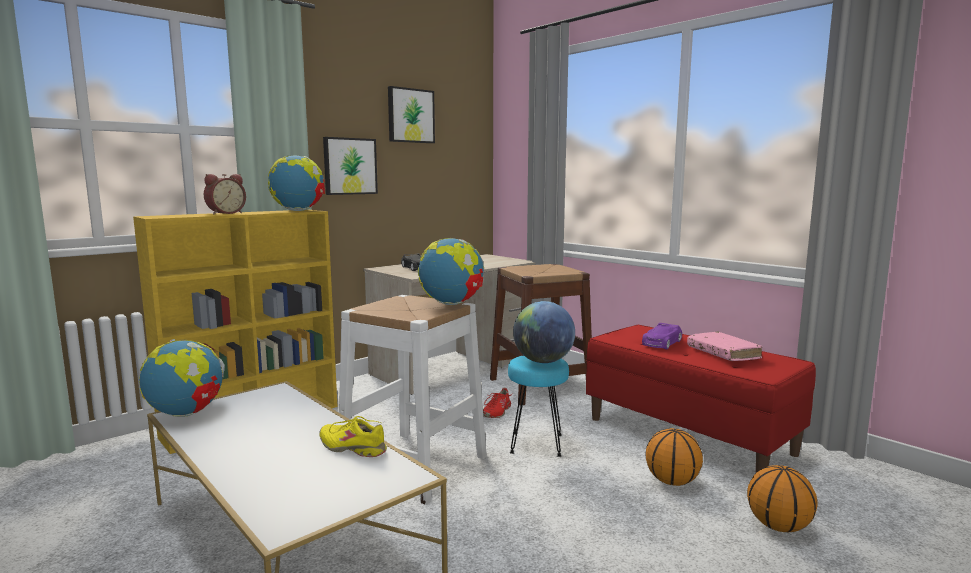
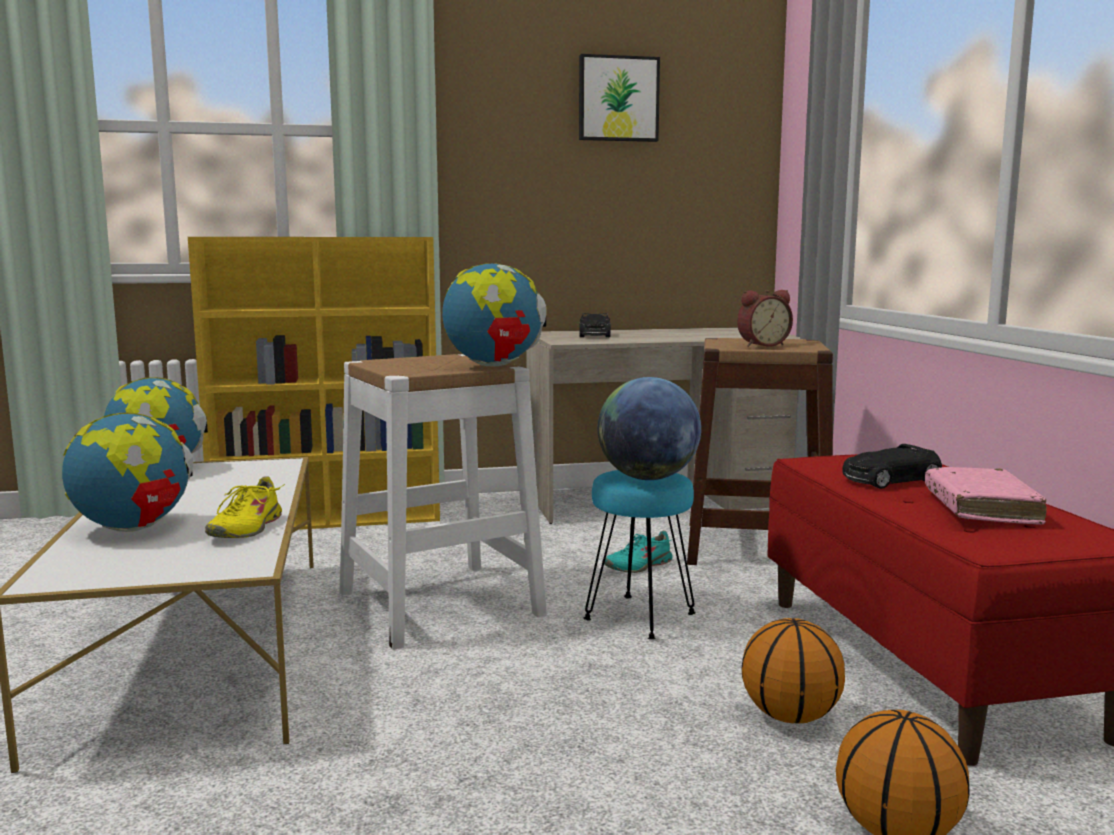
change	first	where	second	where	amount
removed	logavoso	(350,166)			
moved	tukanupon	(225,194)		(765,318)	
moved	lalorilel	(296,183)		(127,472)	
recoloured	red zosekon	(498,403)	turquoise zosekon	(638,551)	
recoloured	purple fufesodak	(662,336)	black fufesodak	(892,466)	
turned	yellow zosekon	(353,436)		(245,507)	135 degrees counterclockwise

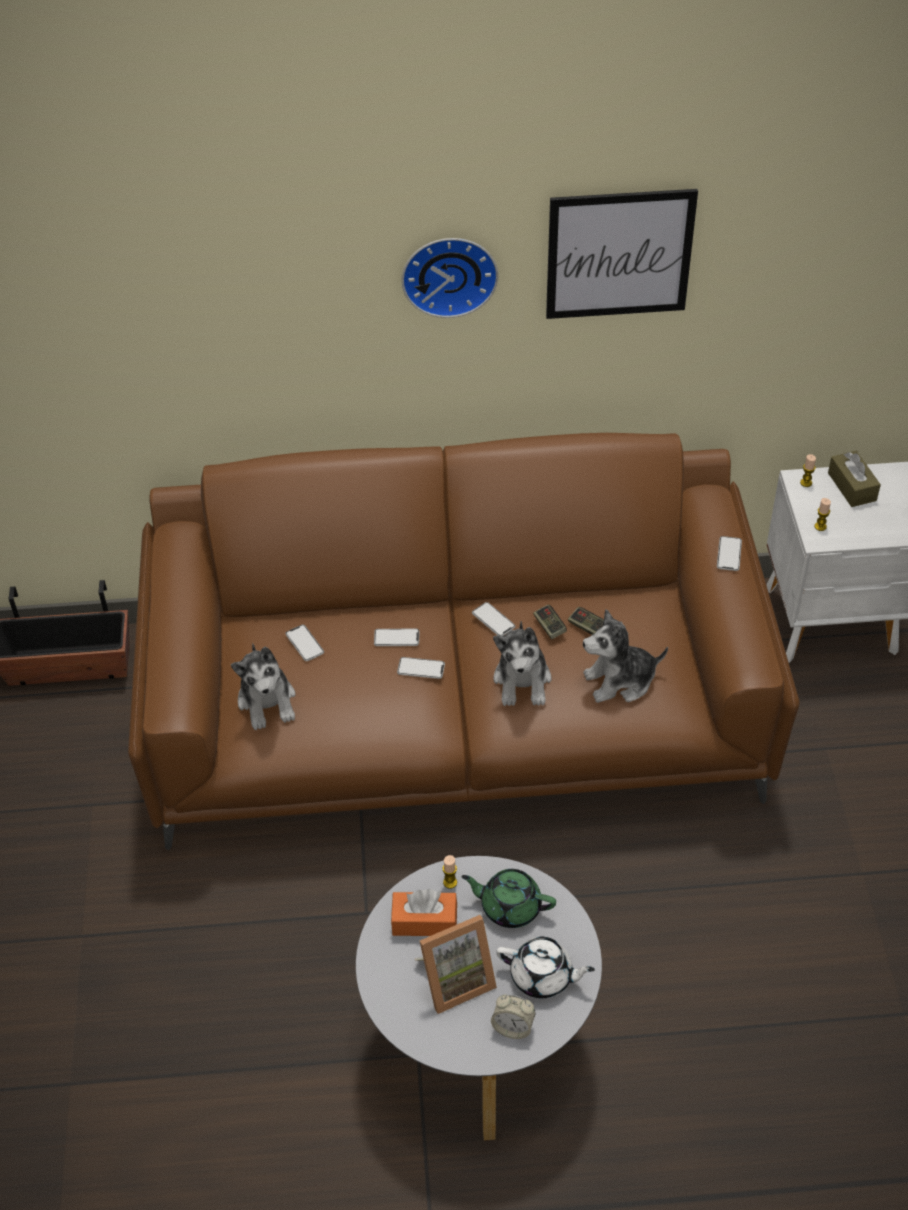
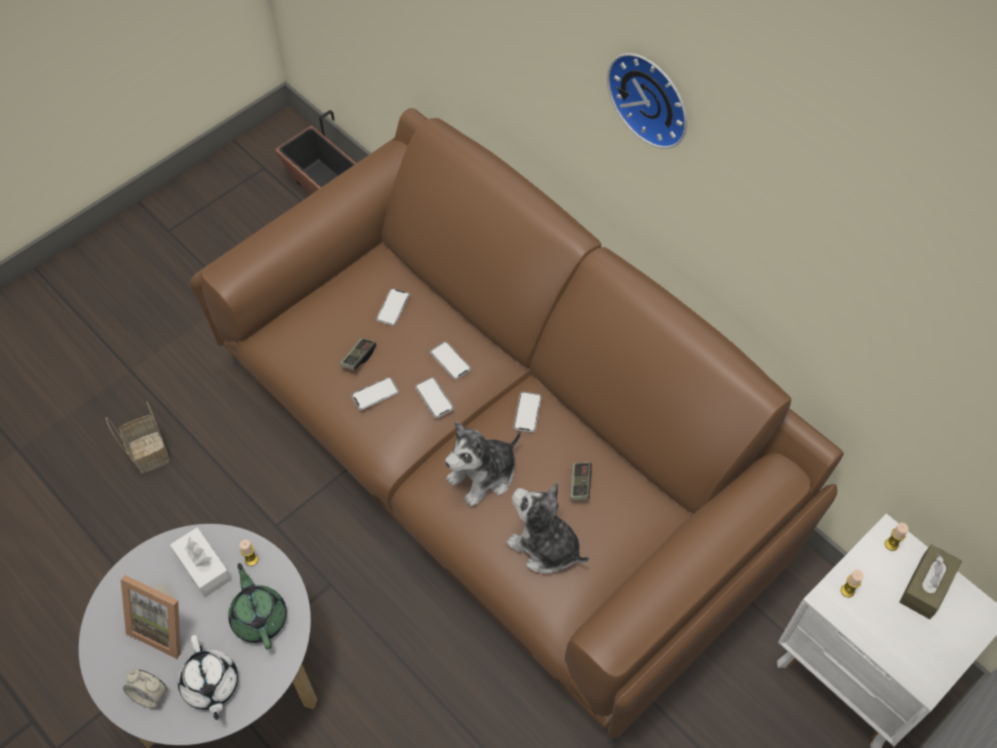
change	first	where	second	where	amount
removed	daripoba	(263,686)			
removed	logavoso	(622,254)			
added			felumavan	(138,437)	
moved	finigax	(550,622)		(358,354)	
moved	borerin	(729,553)		(375,393)	
recoloured	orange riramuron	(424,912)	white riramuron	(201,562)	
turned	tukanupon	(513,1017)		(145,689)	45 degrees counterclockwise

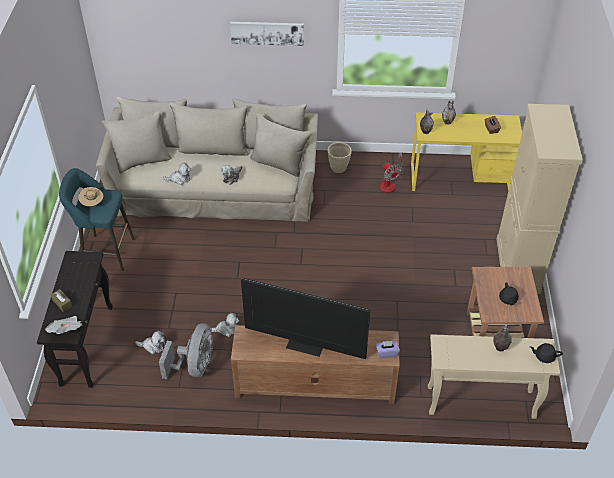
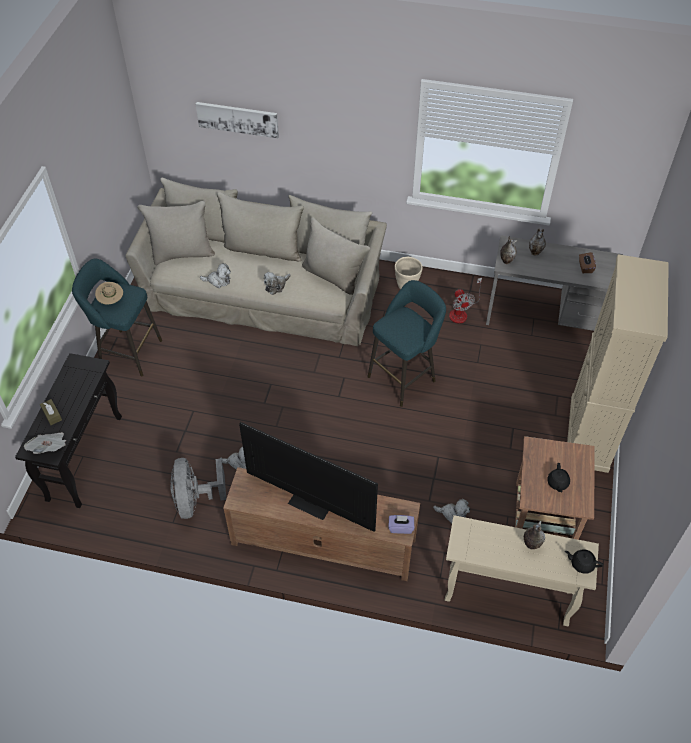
change	first	where	second	where	amount
added			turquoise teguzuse	(407,343)	
moved	daripoba	(150,343)		(451,511)	
moved	logavoso	(267,34)		(237,120)	
recoloured	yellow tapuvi	(466,152)	grey tapuvi	(554,283)	
turned	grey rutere	(186,351)		(198,488)	150 degrees clockwise

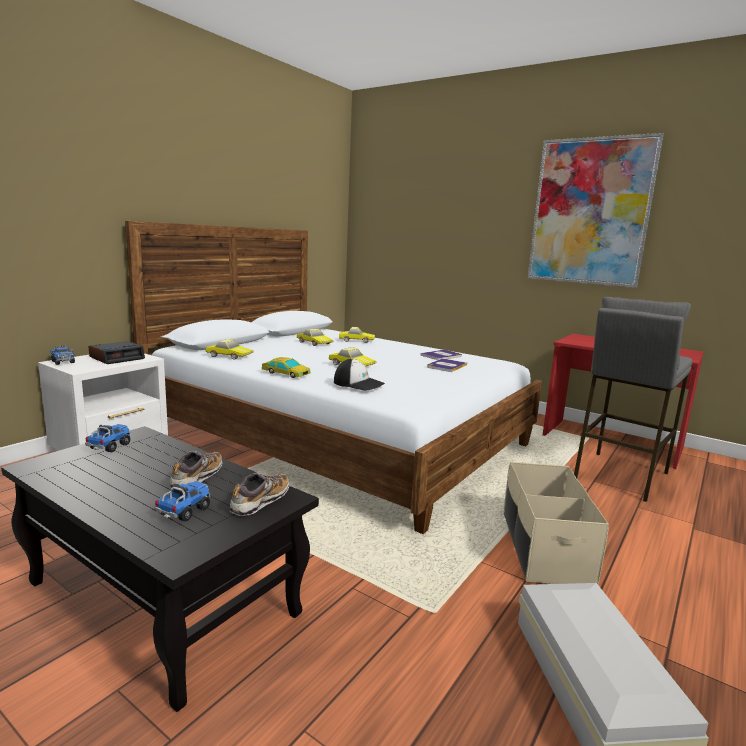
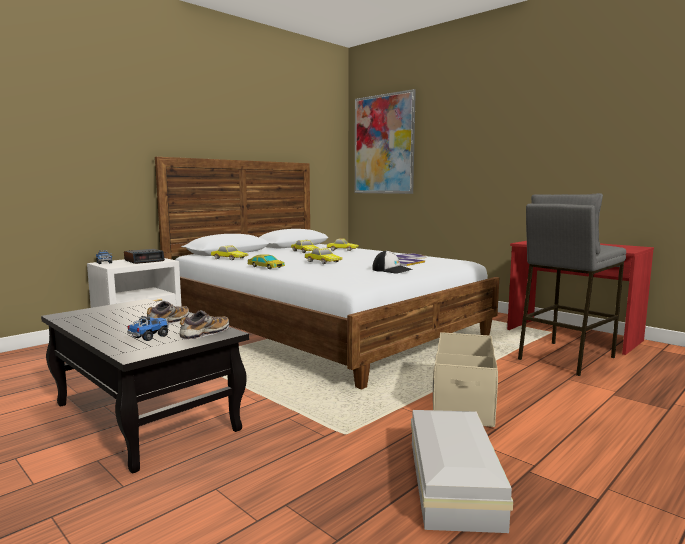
change	first	where	second	where	amount
removed	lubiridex	(108,438)			
moved	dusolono	(359,375)		(392,261)	
moved	logavoso	(595,210)		(385,141)	

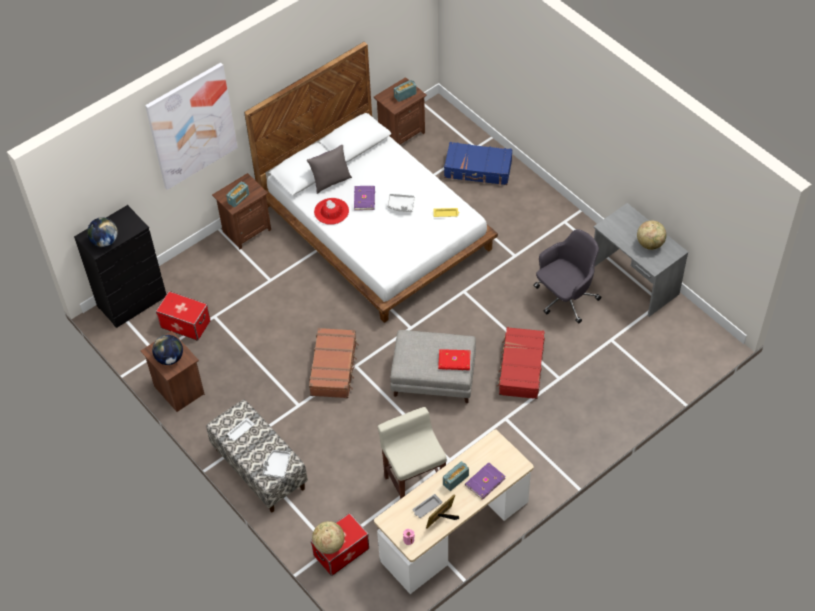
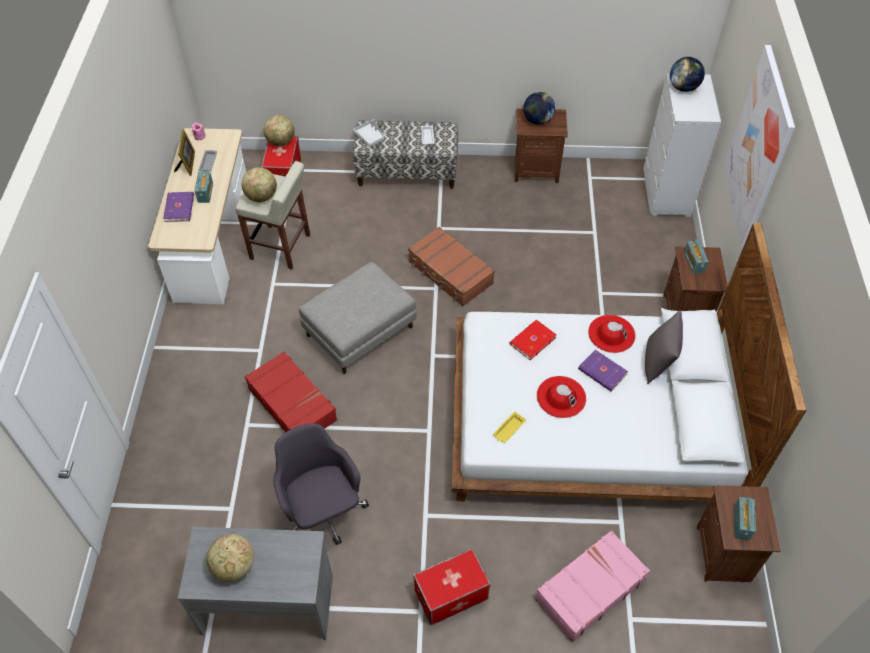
change	first	where	second	where	amount
added			lalorilel	(259,184)	
moved	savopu	(183,316)		(452,586)	
moved	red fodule	(454,359)		(532,340)	
replaced	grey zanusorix	(401,203)	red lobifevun	(561,397)	
recoloured	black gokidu	(120,266)	white gokidu	(682,145)	
recoloured	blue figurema	(478,163)	pink figurema	(592,586)	
turned	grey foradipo	(567,276)		(321,484)	150 degrees clockwise

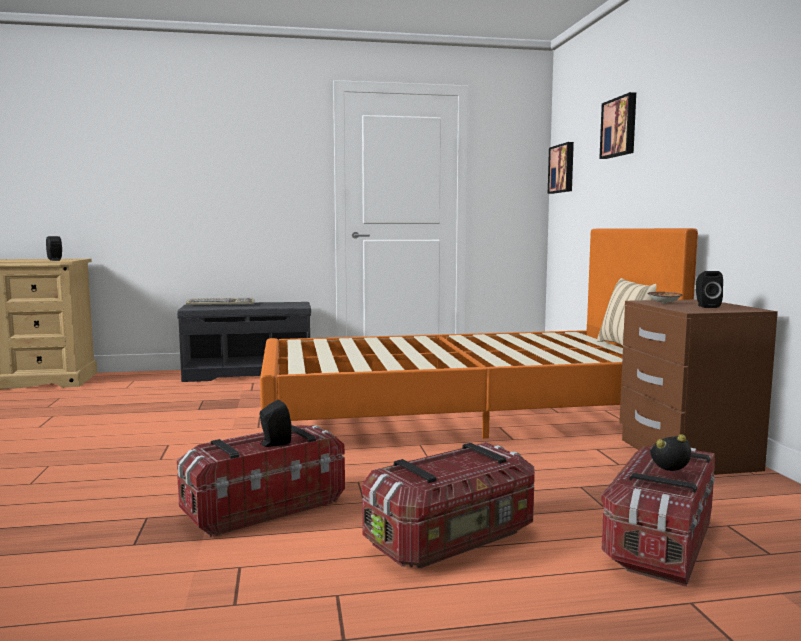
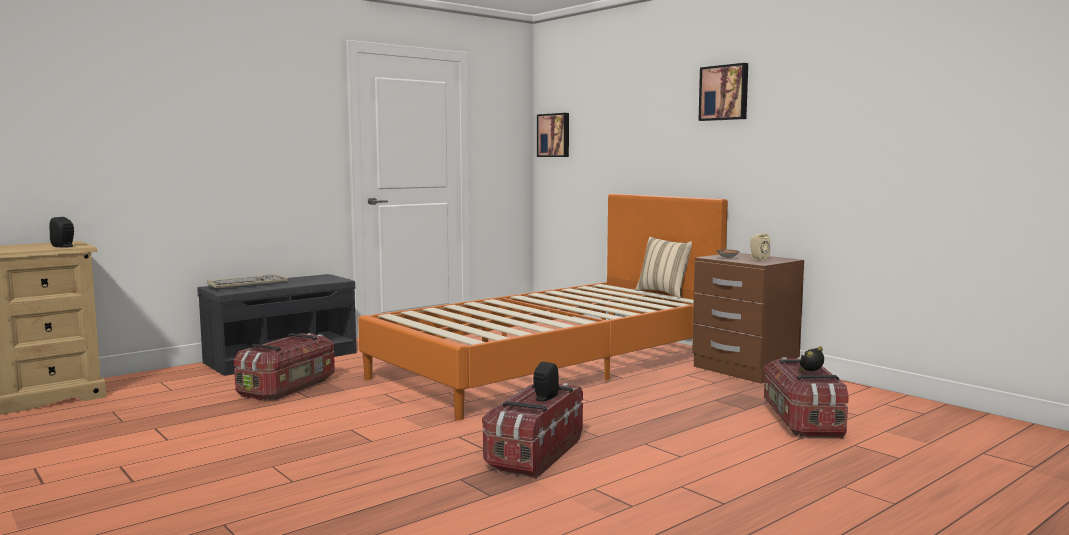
change	first	where	second	where	amount
moved	savopu	(448,505)		(284,367)	
moved	logavoso	(617,125)		(723,92)	
recoloured	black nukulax	(709,289)	beige nukulax	(760,246)	

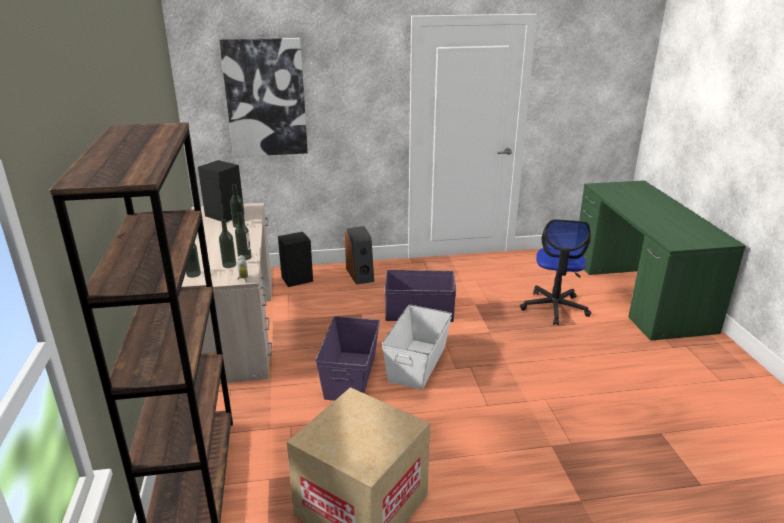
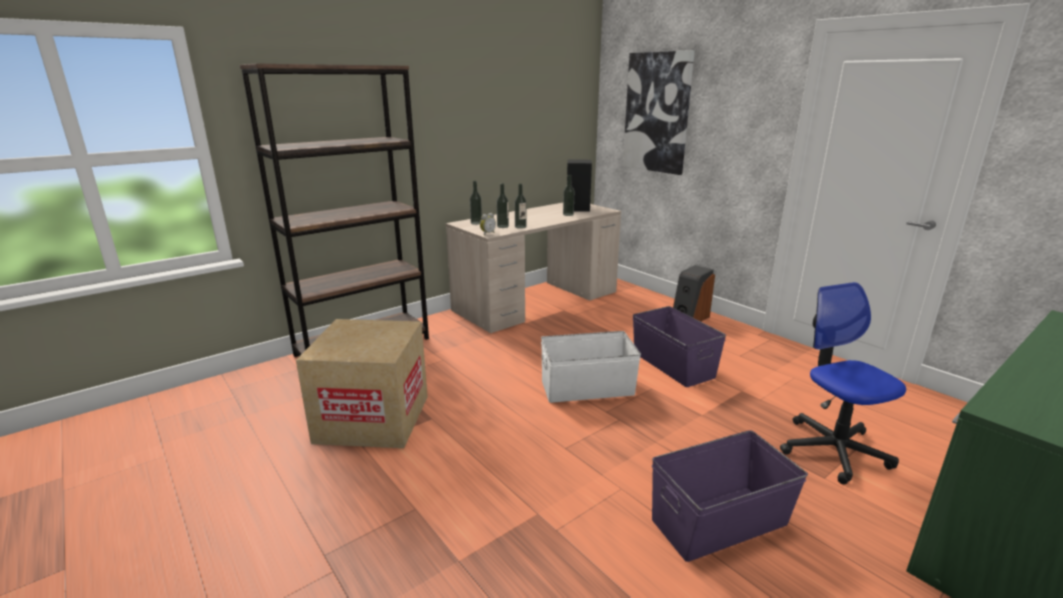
change	first	where	second	where	amount
removed	black nukulax	(295,259)			
moved	purple savopu	(347,358)		(730,496)	
turned	foradipo	(555,272)		(843,383)	90 degrees clockwise

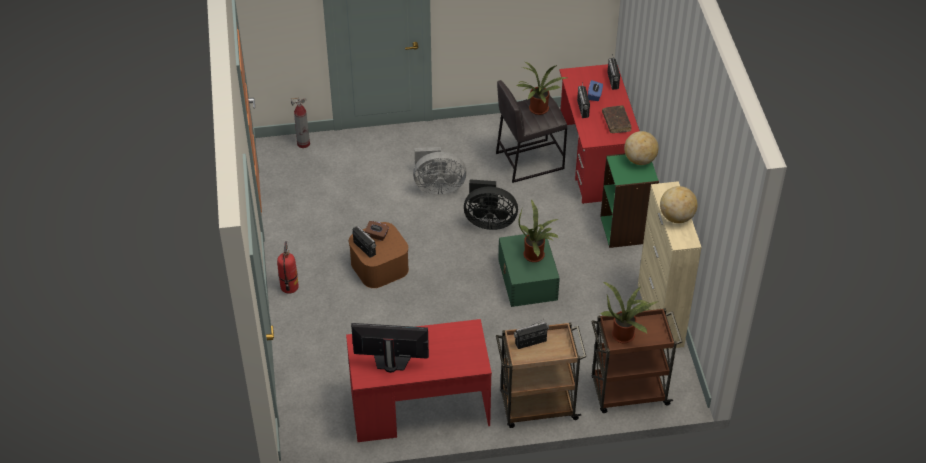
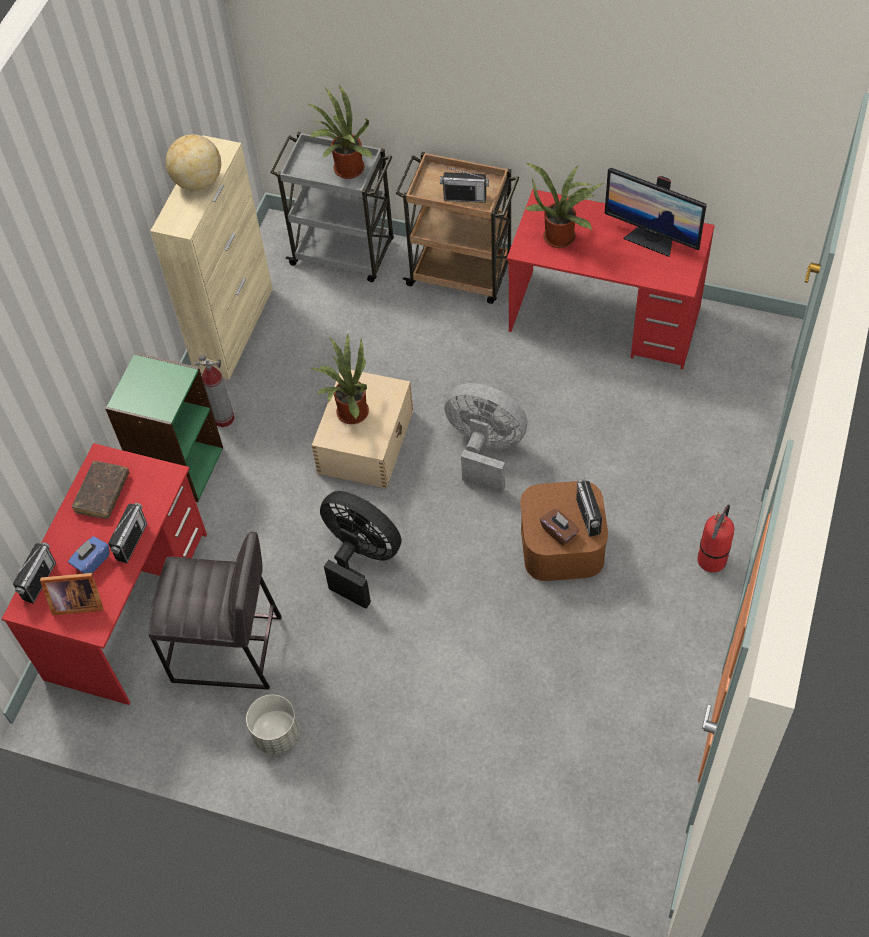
change	first	where	second	where	amount
removed	lalorilel	(641,148)			
added			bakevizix	(71,594)	
added			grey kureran	(272,724)	
moved	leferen	(300,123)		(214,391)	
moved	grey rutere	(440,171)		(486,438)	
moved	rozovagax	(541,88)		(564,205)	
recoloured	green savopu	(529,269)	beige savopu	(362,429)	
recoloured	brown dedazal	(636,360)	grey dedazal	(332,207)	

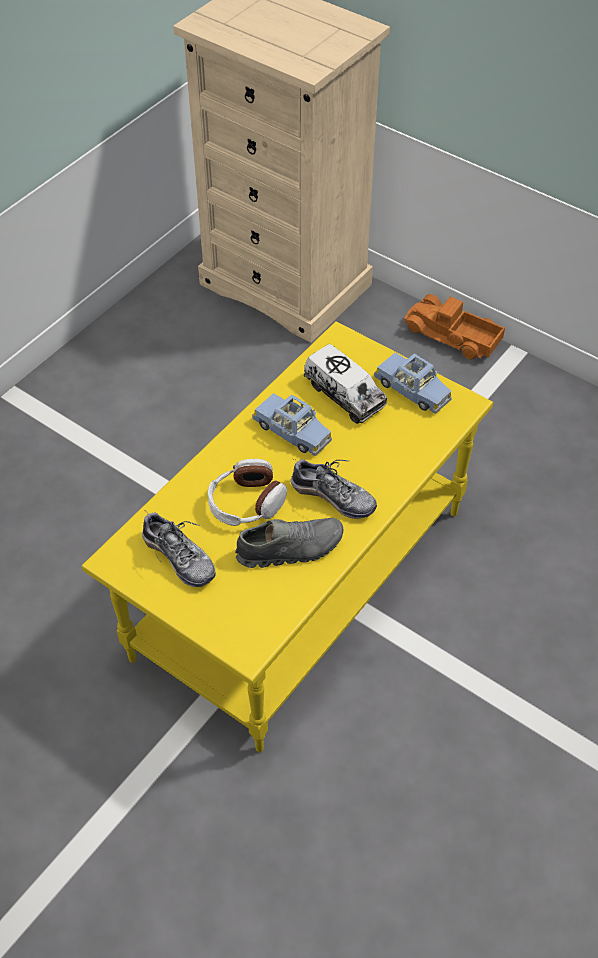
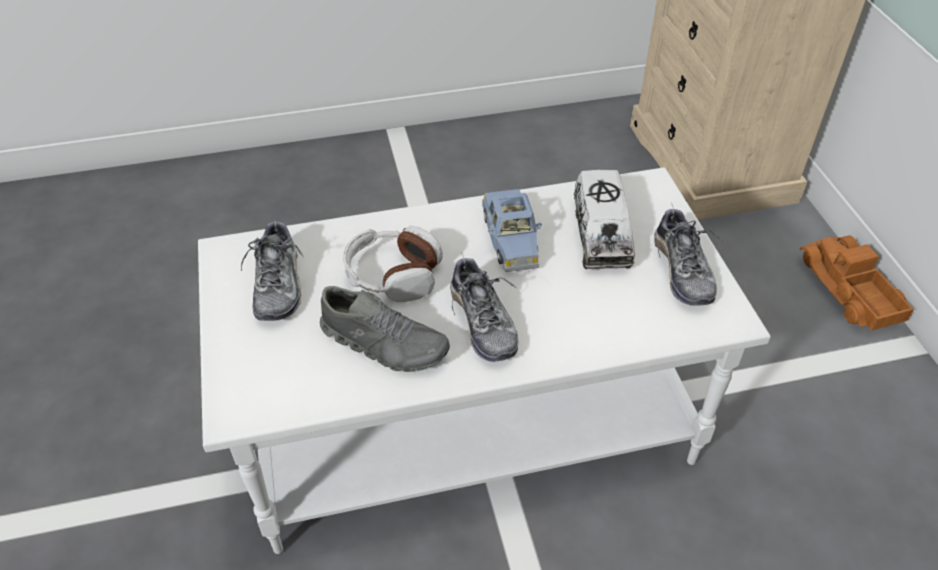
change	first	where	second	where	amount
replaced	blue fufesodak	(413,383)	zosekon	(688,254)	
recoloured	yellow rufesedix	(287,536)	white rufesedix	(484,360)	

